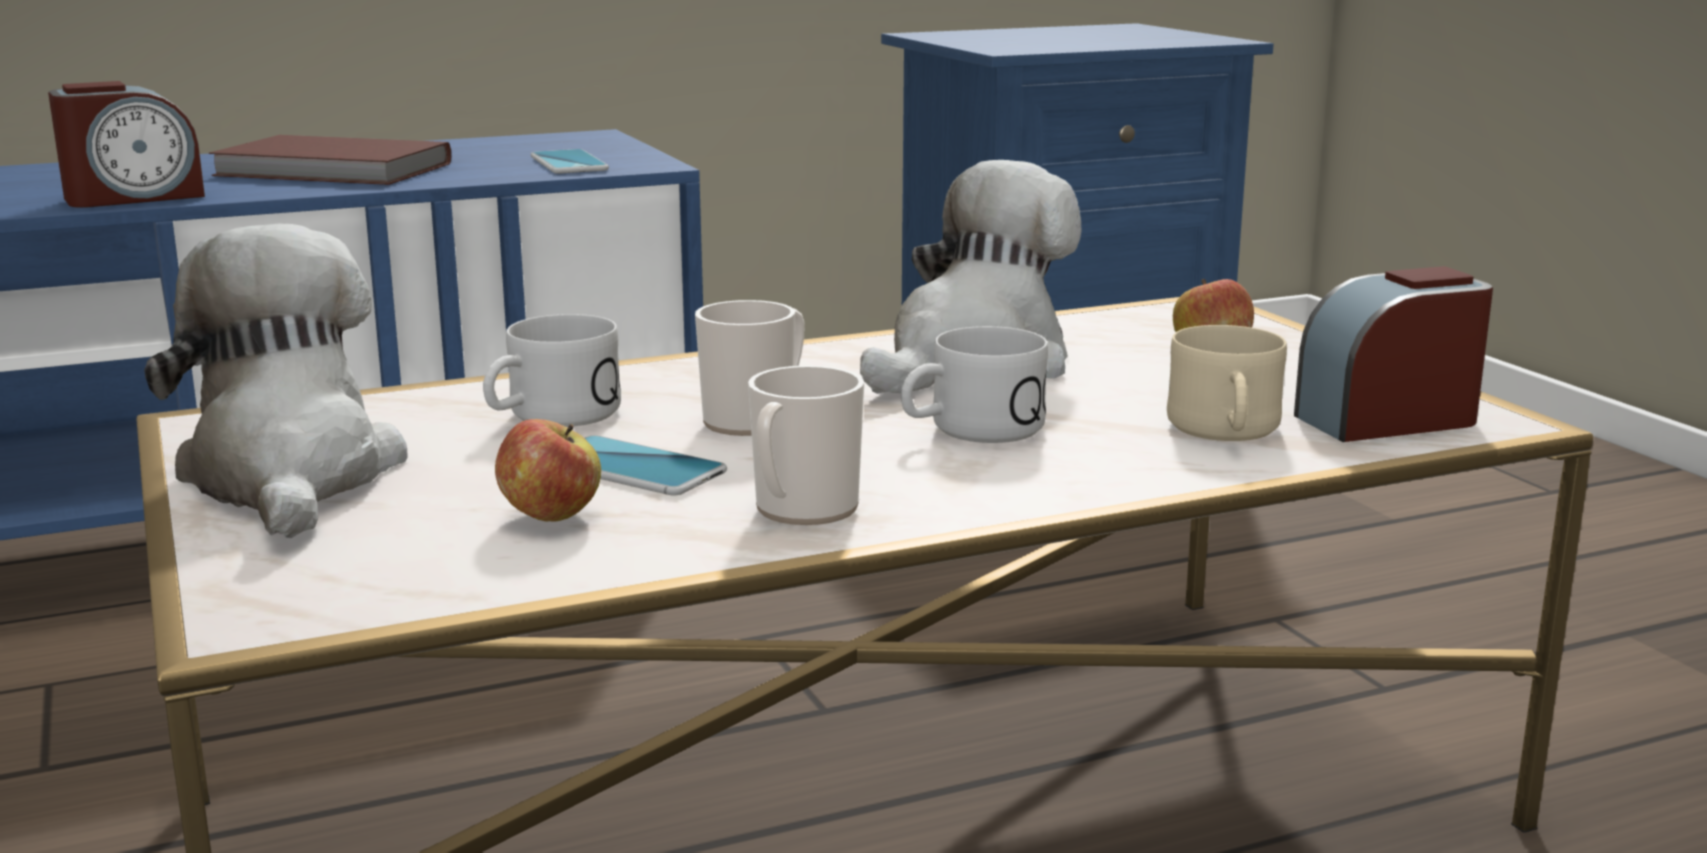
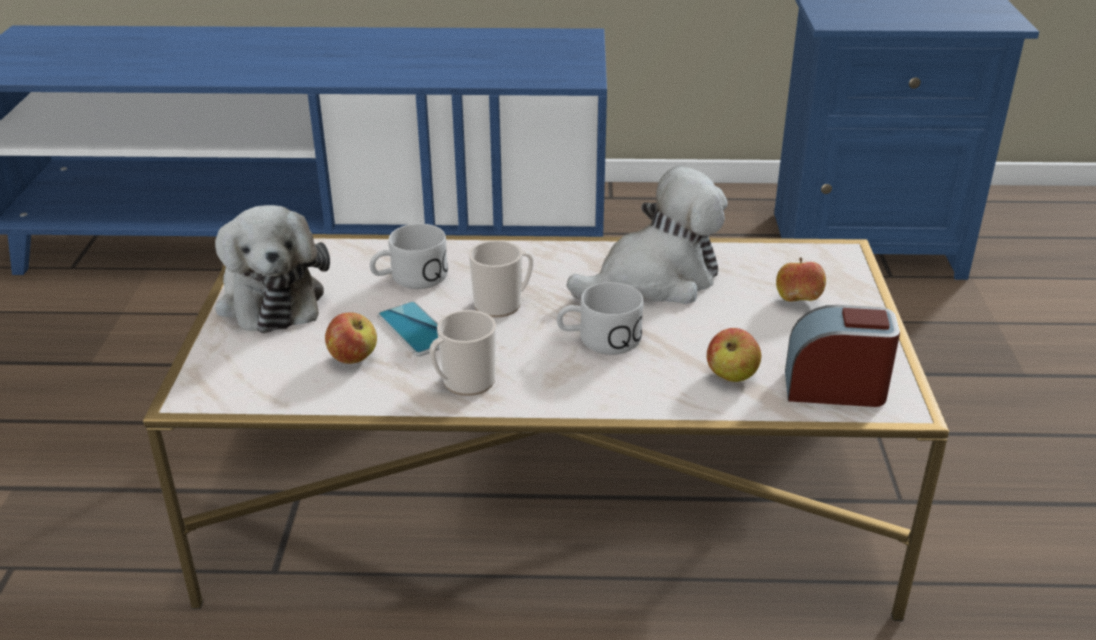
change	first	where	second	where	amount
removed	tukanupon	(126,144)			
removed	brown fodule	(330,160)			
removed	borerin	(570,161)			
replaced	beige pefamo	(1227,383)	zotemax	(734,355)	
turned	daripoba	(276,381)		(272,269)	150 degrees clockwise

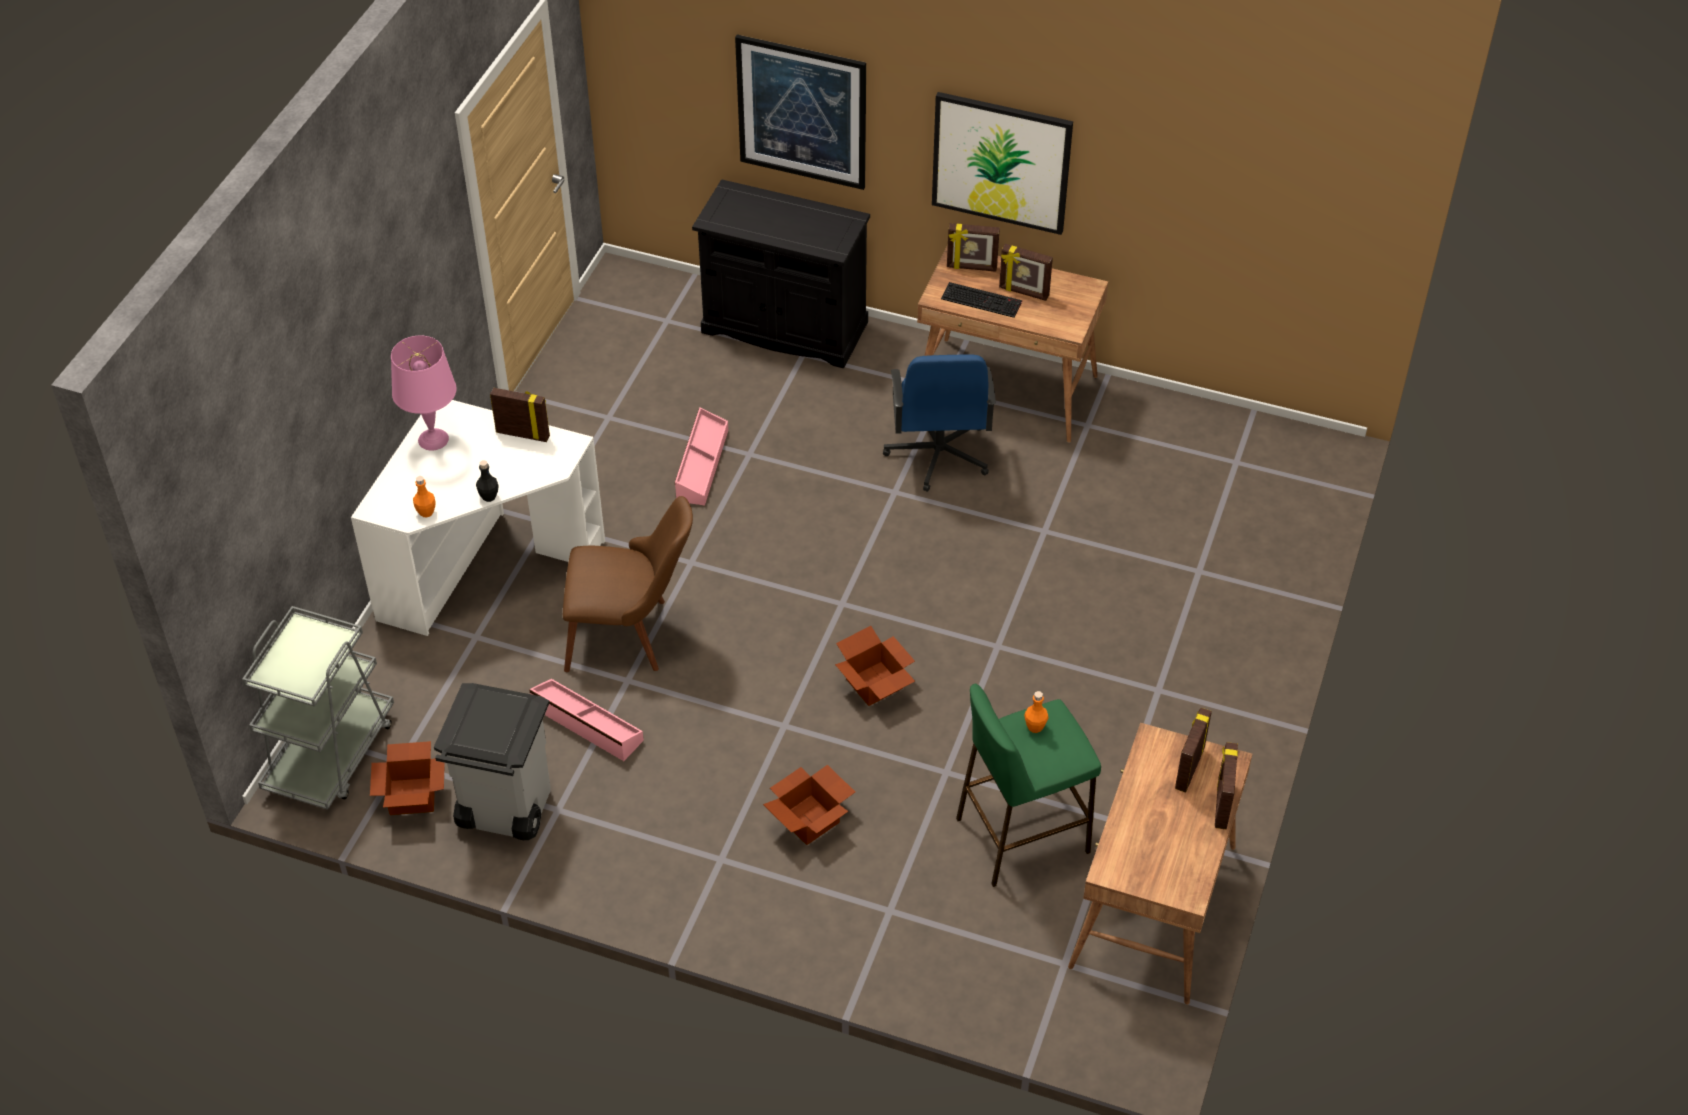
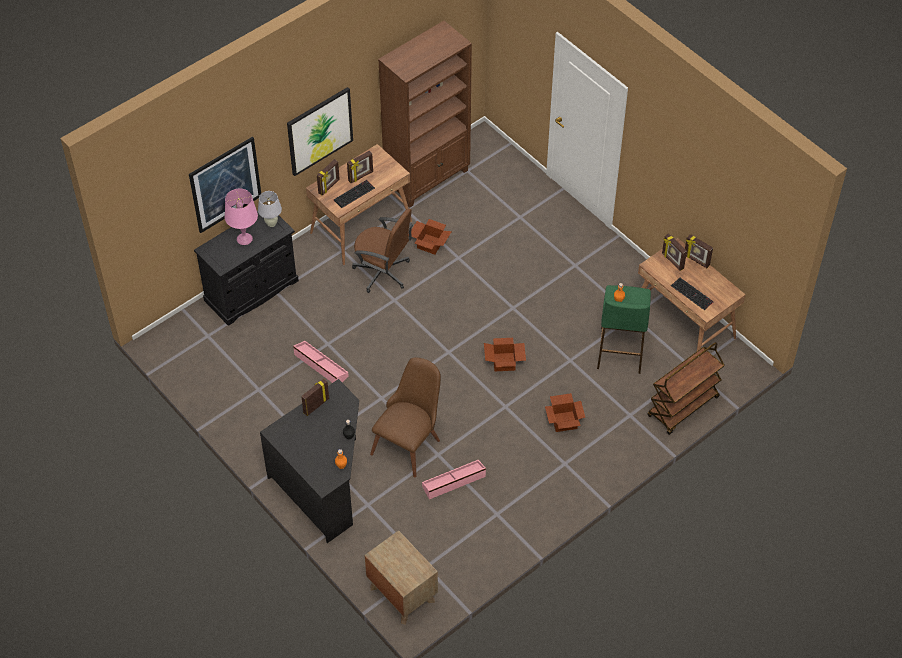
change	first	where	second	where	amount
removed	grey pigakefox	(492,761)			
added			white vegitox	(270,209)	
added			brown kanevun	(425,114)	
added			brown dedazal	(686,388)	
added			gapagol	(692,294)	
moved	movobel	(407,778)		(431,237)	
moved	pink vegitox	(424,393)		(241,217)	
replaced	grey dedazal	(318,708)	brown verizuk	(401,577)	
recoloured	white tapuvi	(478,518)	black tapuvi	(309,461)	
recoloured	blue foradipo	(939,423)	brown foradipo	(382,250)	

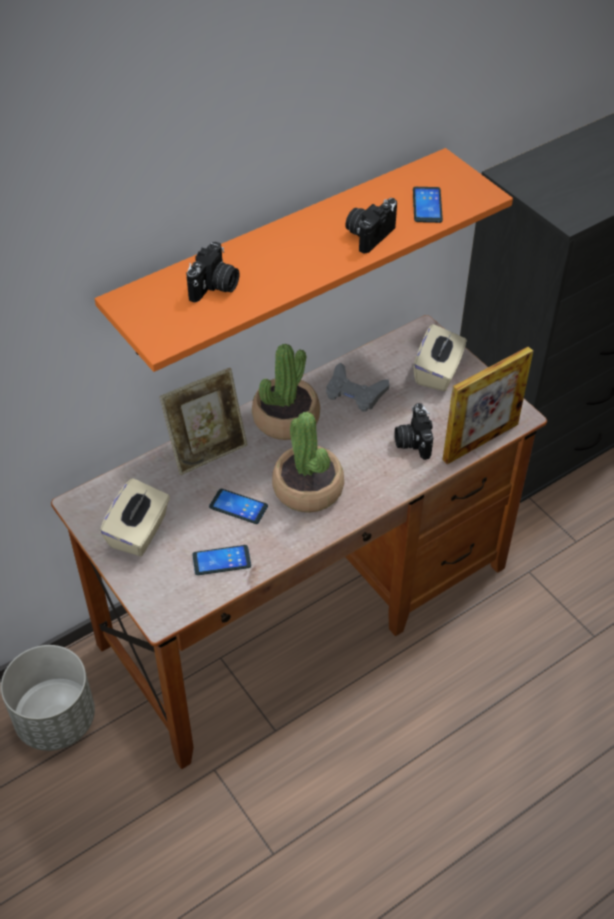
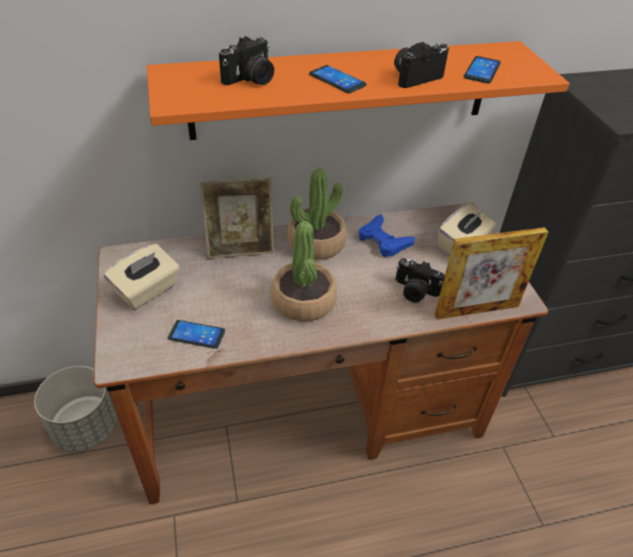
change	first	where	second	where	amount
moved	borerin	(238,506)		(337,79)	
recoloured	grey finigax	(357,387)	blue finigax	(387,235)	
turned	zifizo	(414,431)		(420,280)	75 degrees counterclockwise

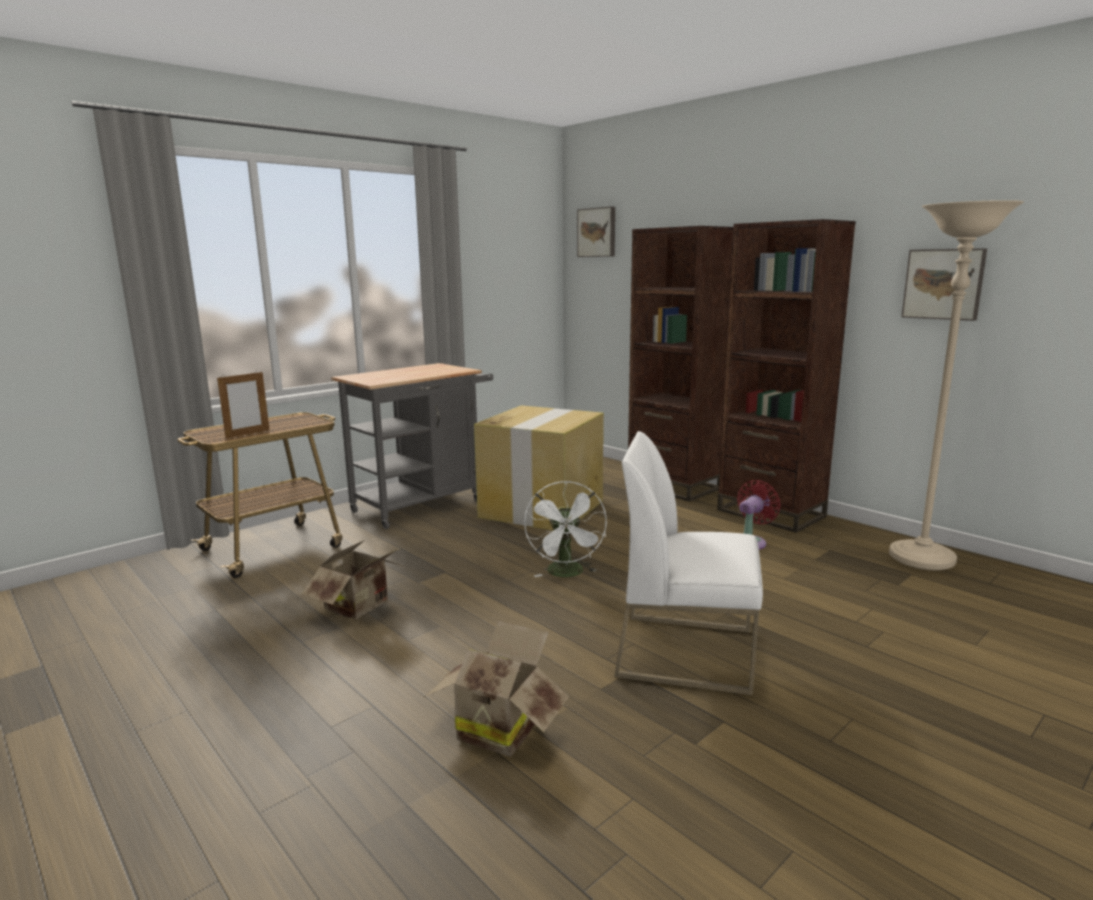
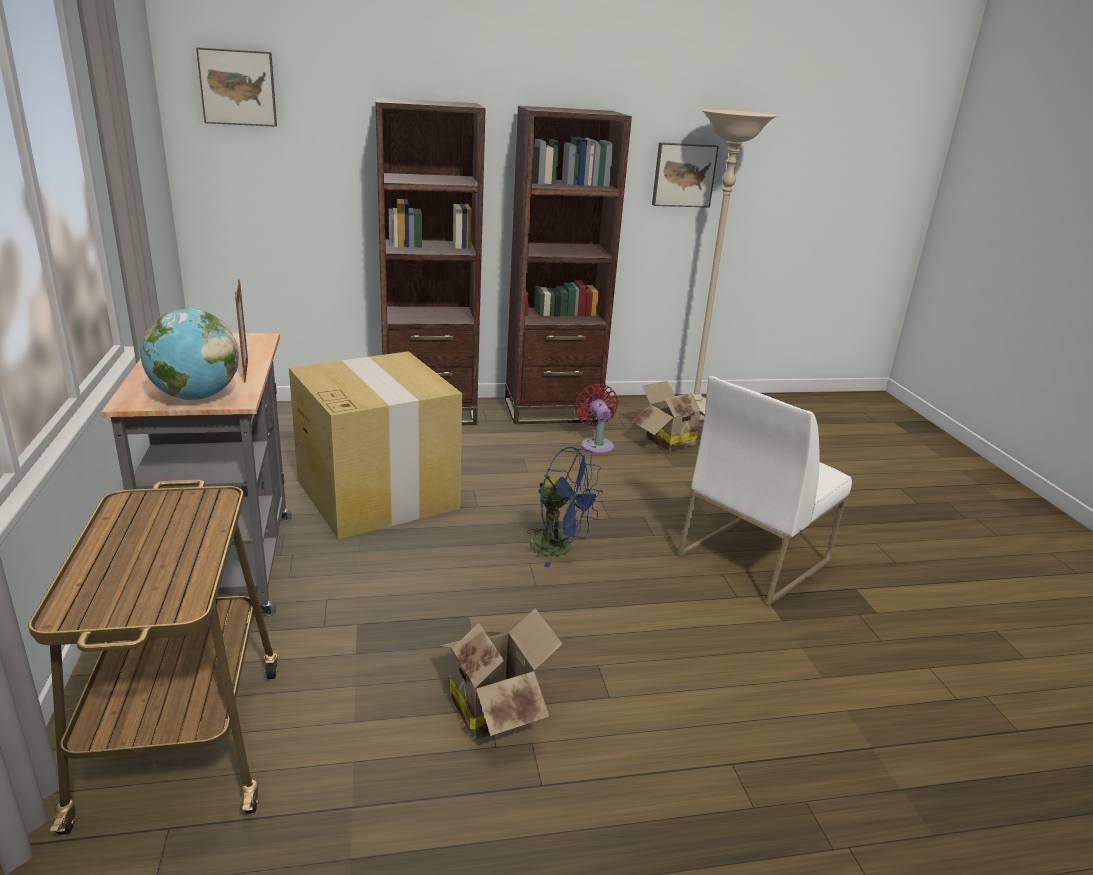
change	first	where	second	where	amount
added			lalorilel	(189,354)	
moved	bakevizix	(243,404)		(241,331)	
moved	movobel	(497,689)		(668,416)	
recoloured	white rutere	(565,529)	blue rutere	(565,507)	

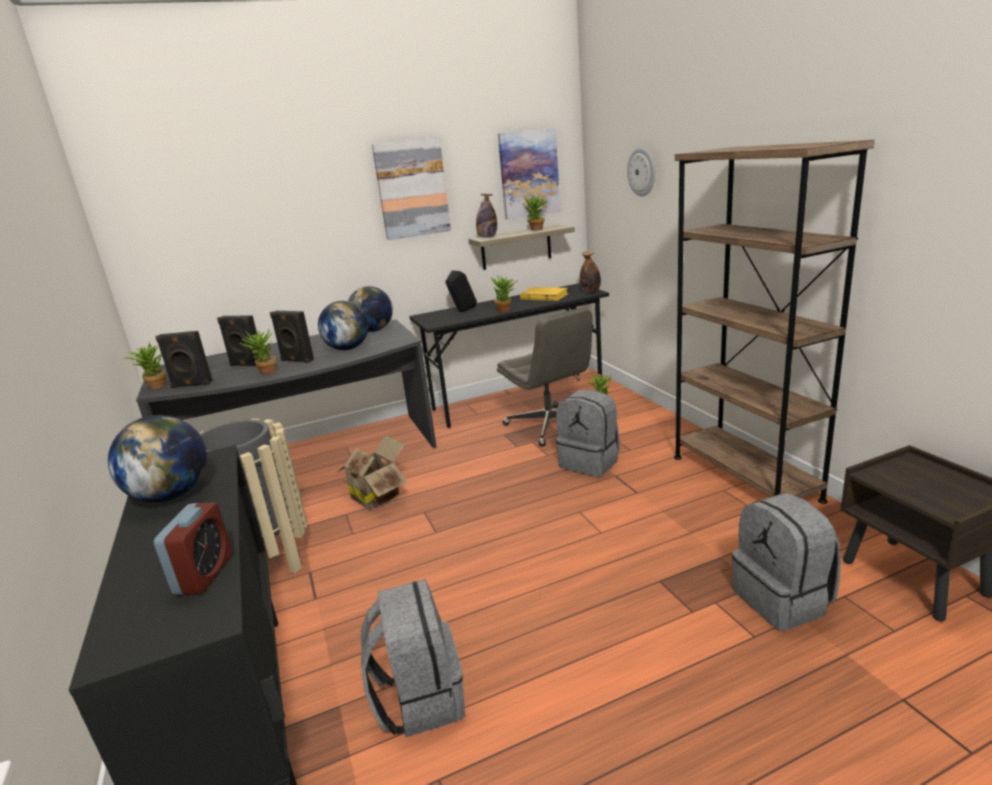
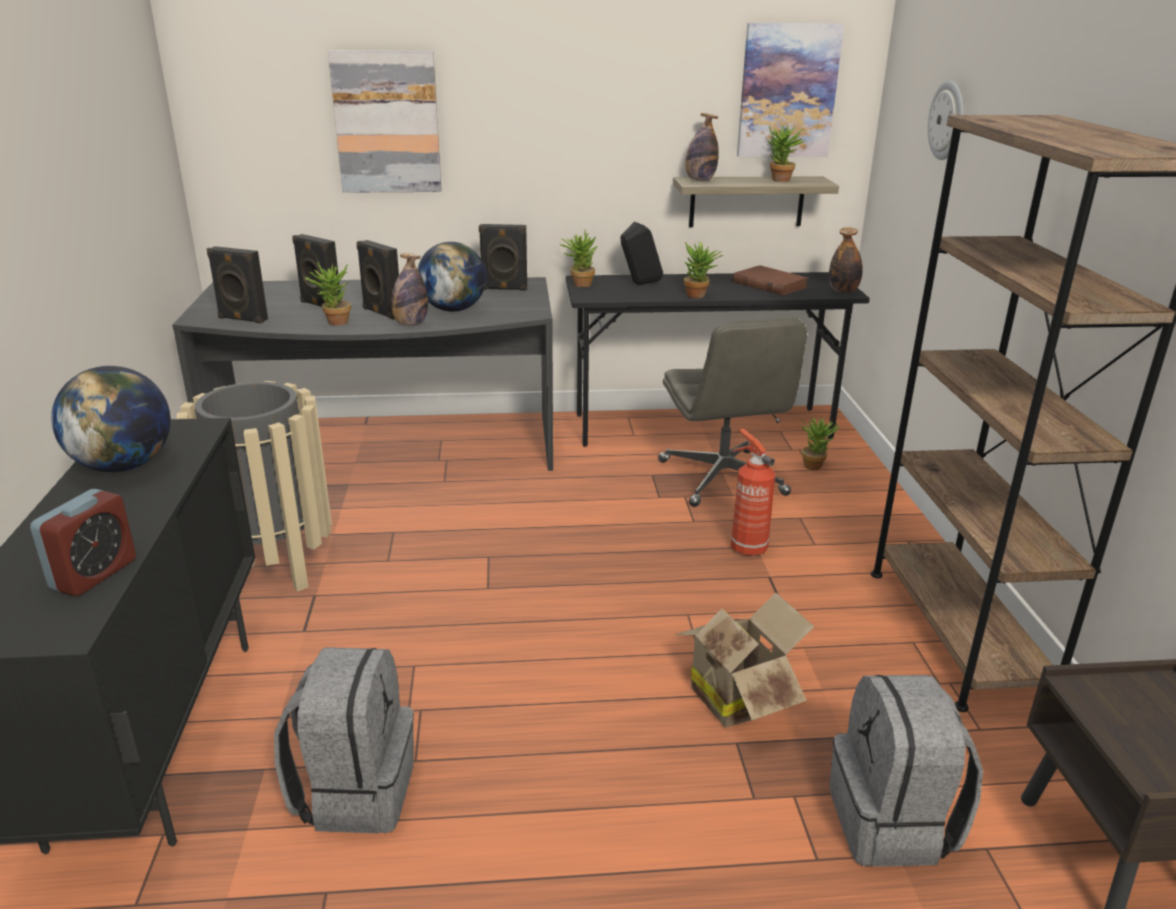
change	first	where	second	where	amount
added			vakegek	(409,289)	
moved	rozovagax	(145,365)		(578,258)	
moved	movobel	(371,472)		(744,660)	
moved	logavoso	(411,189)		(385,121)	
replaced	lalorilel	(370,309)	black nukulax	(503,257)	
replaced	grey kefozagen	(588,433)	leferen	(753,492)	
recoloured	yellow fodule	(544,294)	brown fodule	(771,280)	

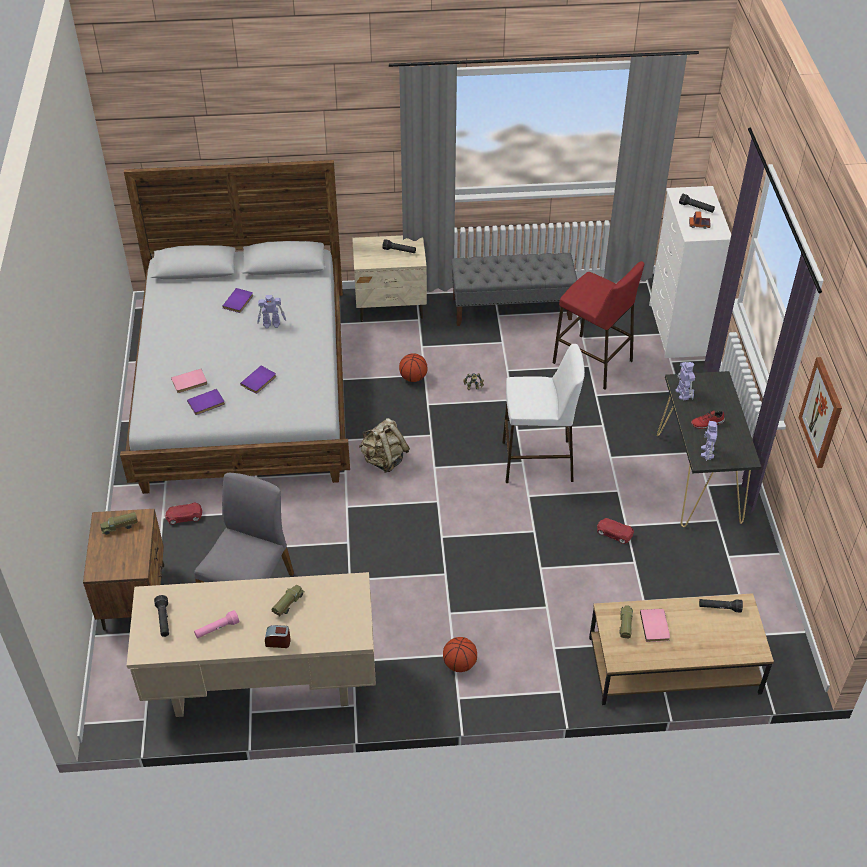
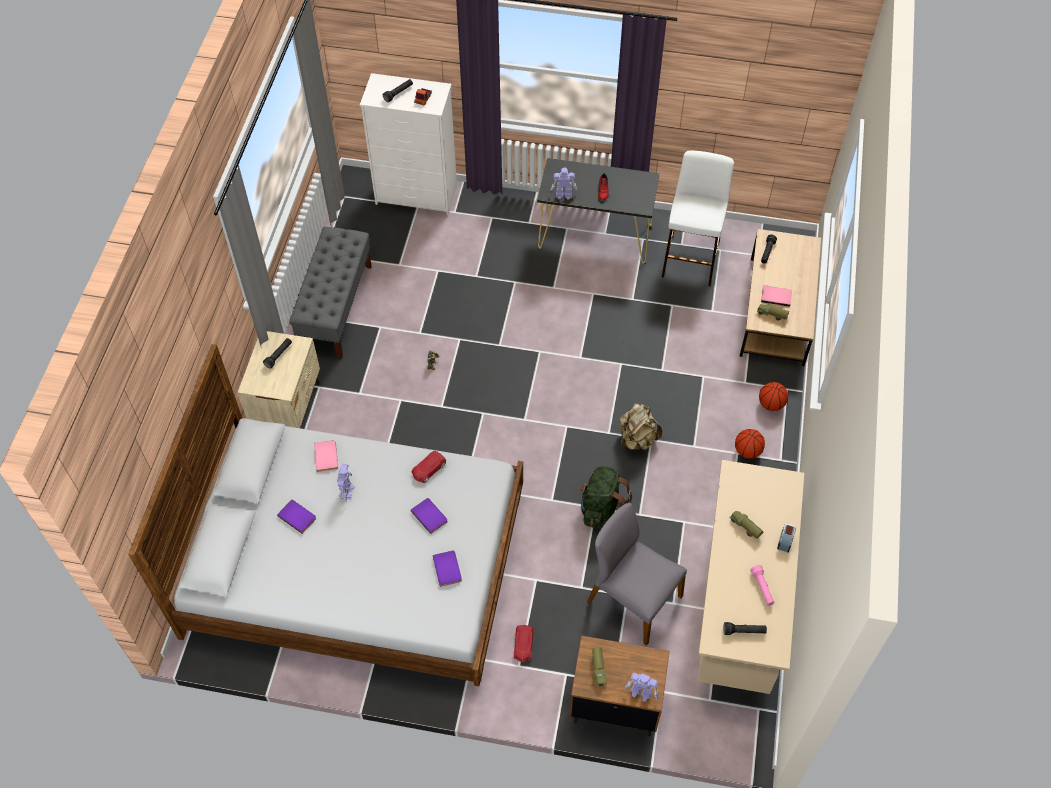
change	first	where	second	where	amount
removed	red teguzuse	(598,325)			
removed	logavoso	(820,412)			
added			green kefozagen	(605,497)	
moved	pink fodule	(189,381)		(326,456)	
moved	beige kefozagen	(384,445)		(640,426)	
moved	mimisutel	(413,367)		(773,396)	
moved	white teguzuse	(543,413)		(698,218)	
moved	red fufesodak	(615,531)		(429,467)	
moved	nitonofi	(709,441)		(642,687)	

